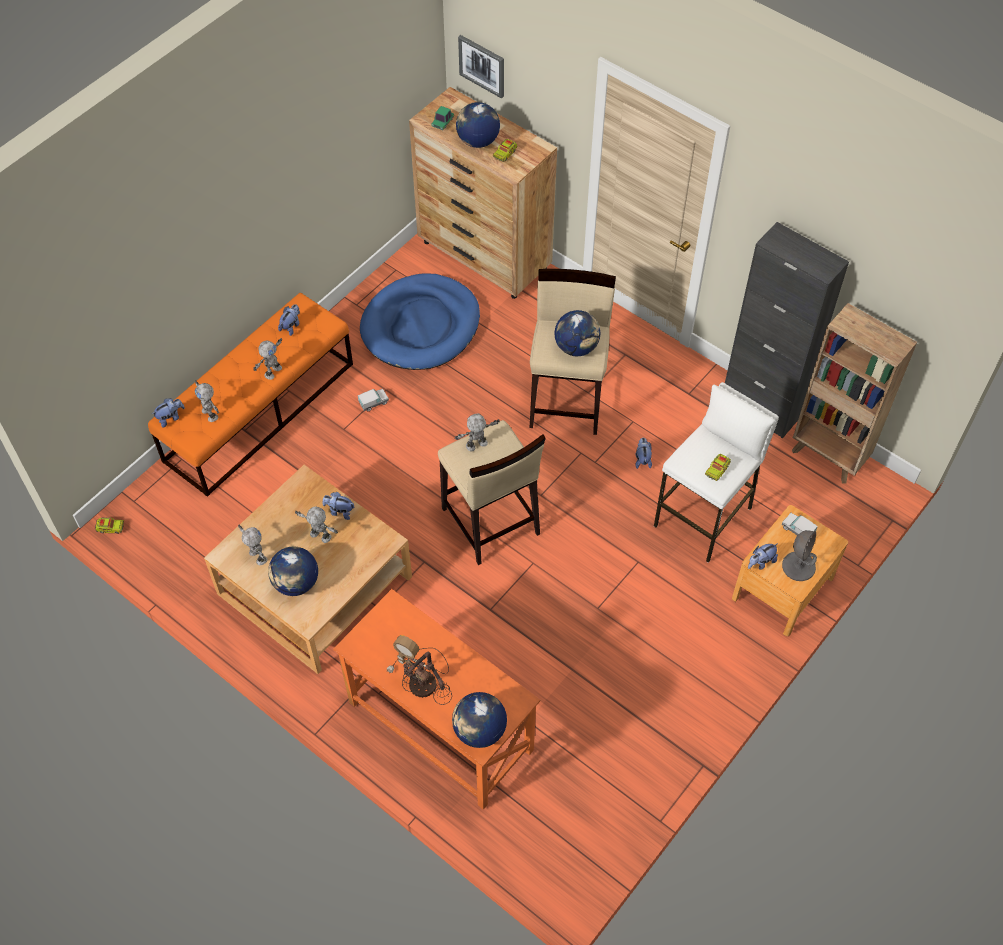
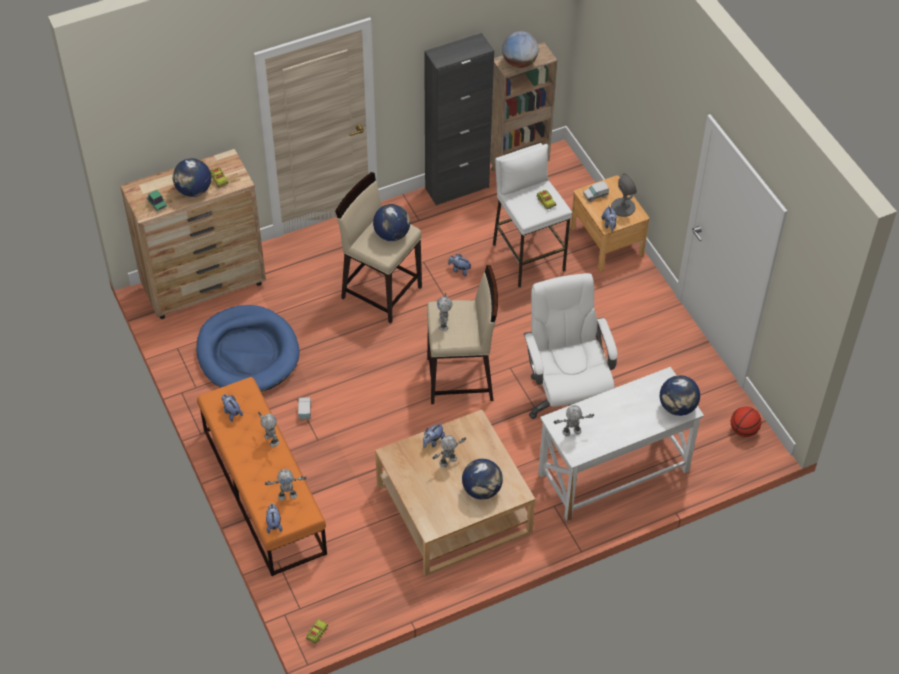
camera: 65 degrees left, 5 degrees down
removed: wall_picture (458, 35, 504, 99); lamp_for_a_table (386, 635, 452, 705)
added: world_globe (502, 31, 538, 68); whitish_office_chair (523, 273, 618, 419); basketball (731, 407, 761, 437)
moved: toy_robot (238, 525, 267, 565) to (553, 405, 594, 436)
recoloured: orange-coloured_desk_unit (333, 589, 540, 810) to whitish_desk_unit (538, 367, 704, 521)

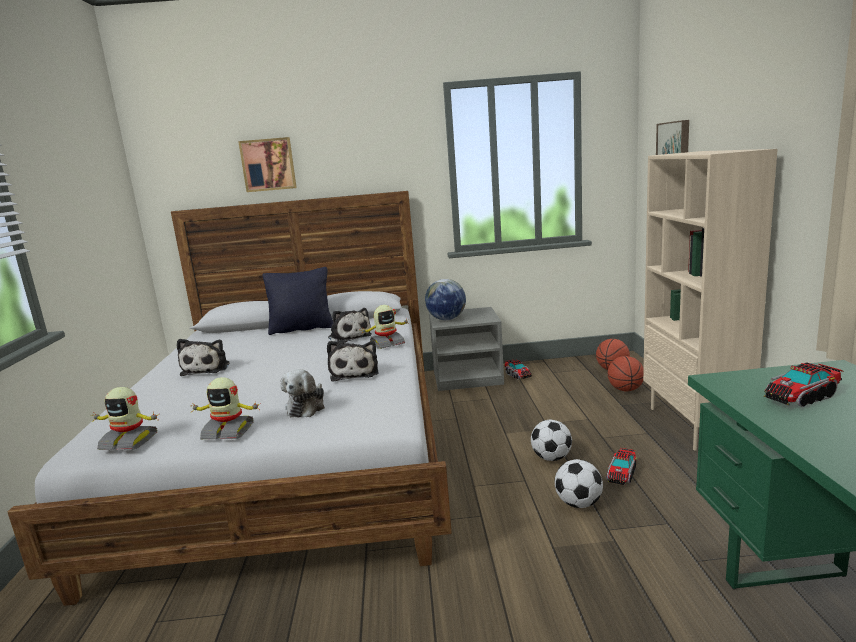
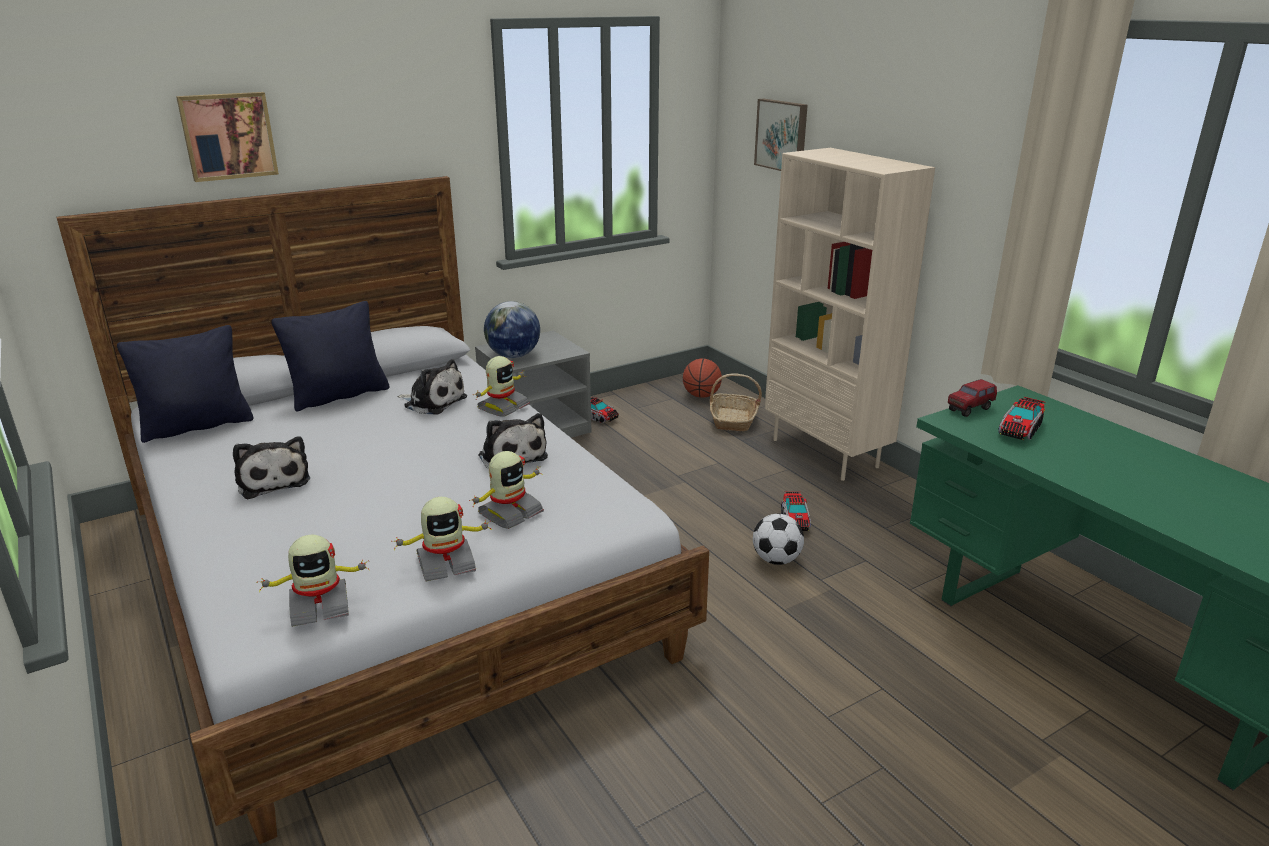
camera: 30 degrees left, 10 degrees up
removed: football (531, 420, 572, 461)
added: black_pillow (117, 325, 254, 443); toy_lorry (948, 379, 997, 417)
replaced: basketball (608, 356, 644, 391) to basket (710, 373, 762, 431); soft_toy (280, 369, 325, 418) to toy_robot (469, 451, 544, 529)

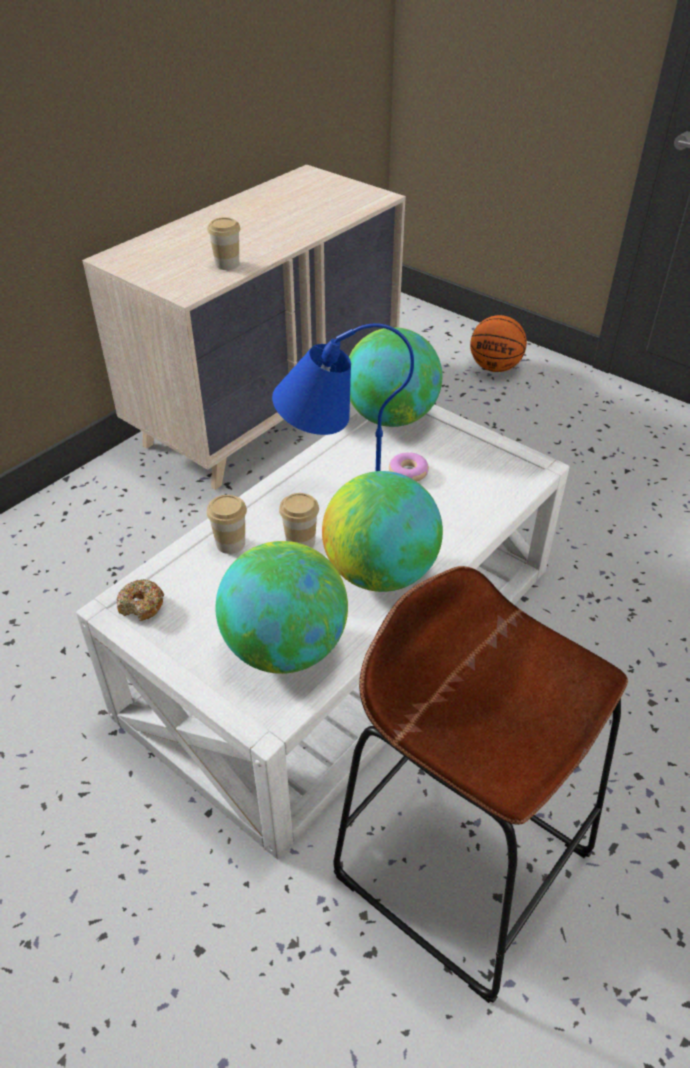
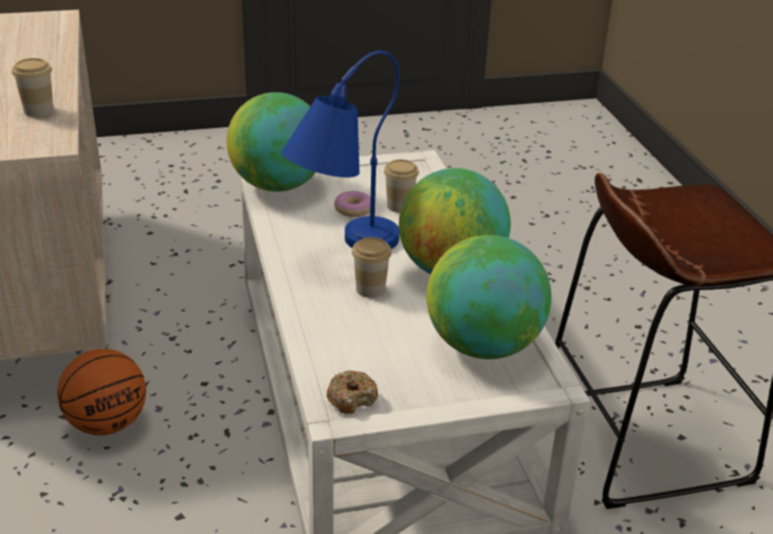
camera: 55 degrees left, 10 degrees down
moved: basketball (470, 315, 527, 372) to (57, 349, 146, 435); cup (206, 495, 247, 554) to (384, 159, 419, 213)

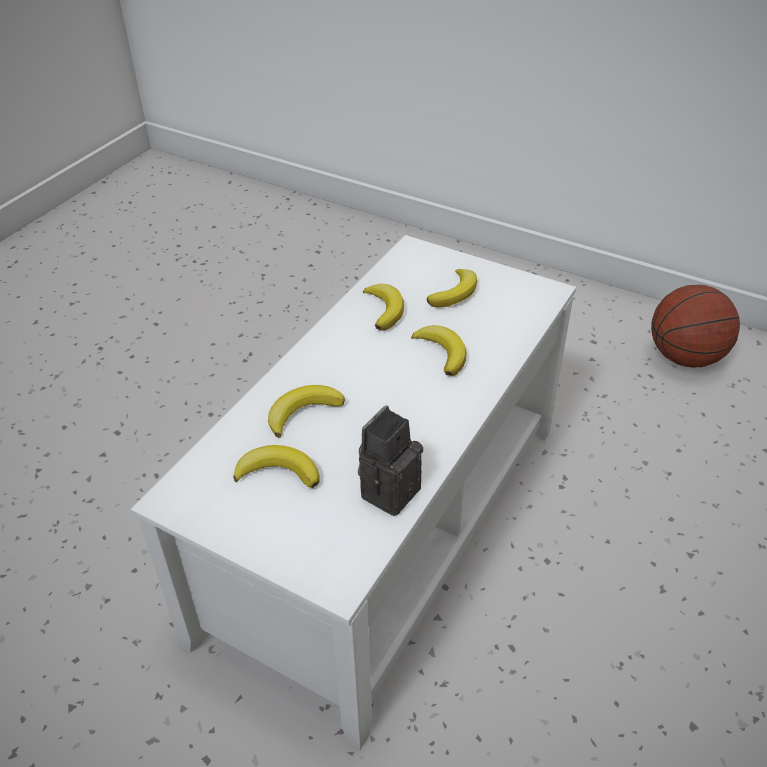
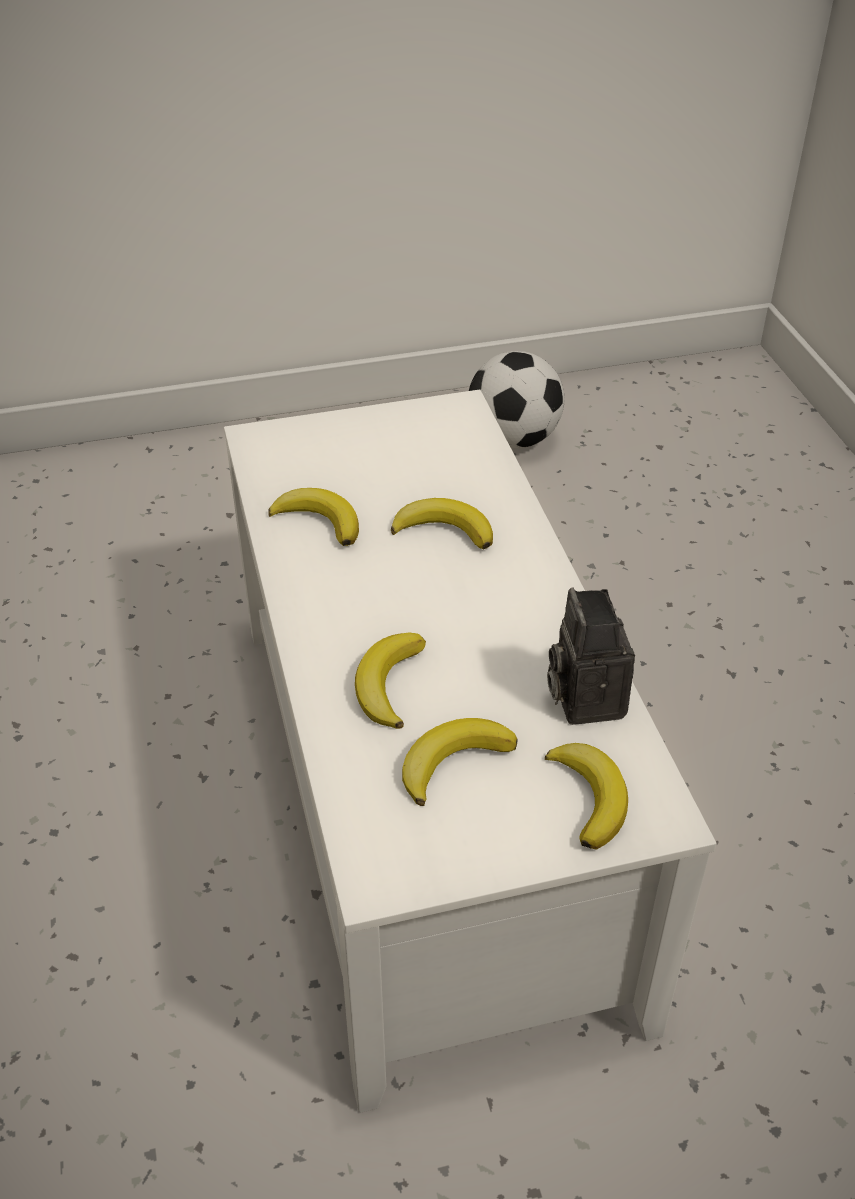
camera: 45 degrees left, 0 degrees up
moved: banana_fruit (427, 269, 477, 308) to (545, 743, 628, 850)
replaced: basketball (651, 285, 740, 368) to football (469, 351, 564, 449)

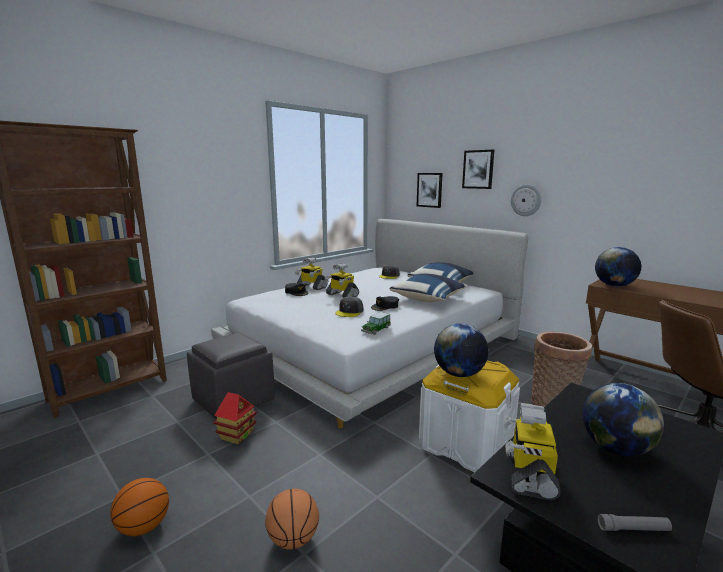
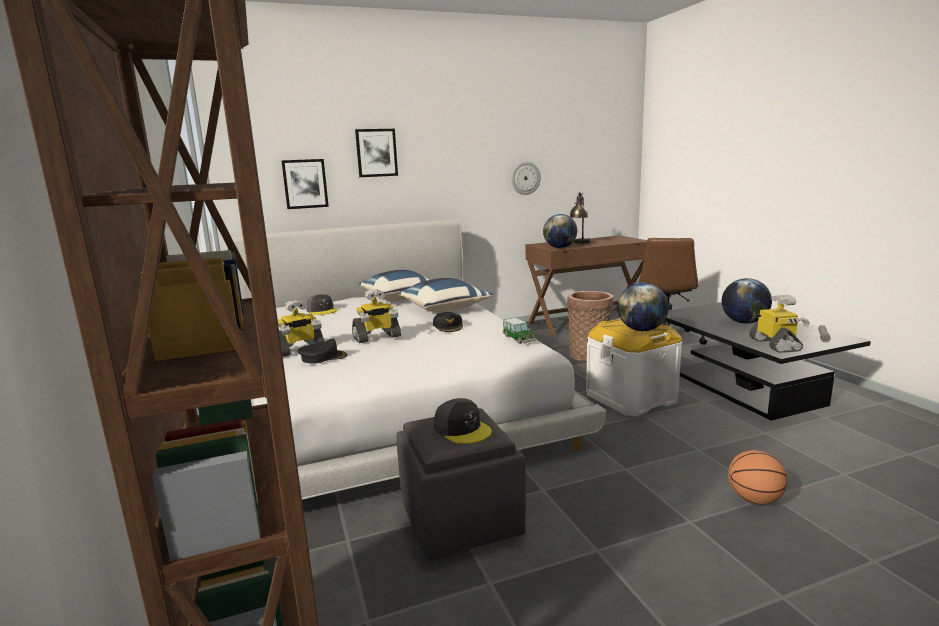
camera: 65 degrees left, 0 degrees up
removed: model_house (213, 392, 257, 444); basketball (110, 478, 169, 536)
added: lamp_for_a_table (570, 192, 591, 244)
moved: clock_on_the_wall (511, 184, 542, 216) to (511, 162, 541, 195); greyish_peaked_cap (336, 297, 363, 317) to (434, 398, 492, 444)
turned: toy_robot (504, 403, 561, 500) = (749, 295, 810, 353) 135 degrees counterclockwise

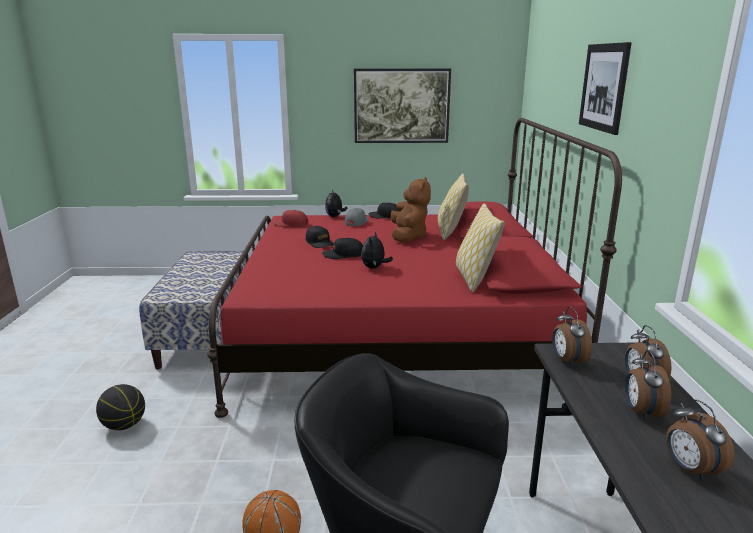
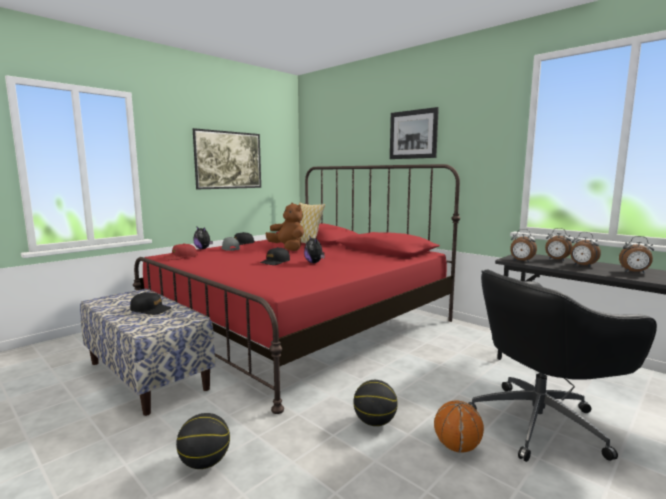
camera: 45 degrees left, 10 degrees down
removed: pillow (456, 203, 505, 292)
added: basketball (354, 380, 398, 426)
moved: black_peaked_cap (306, 226, 334, 248) to (130, 292, 172, 315)

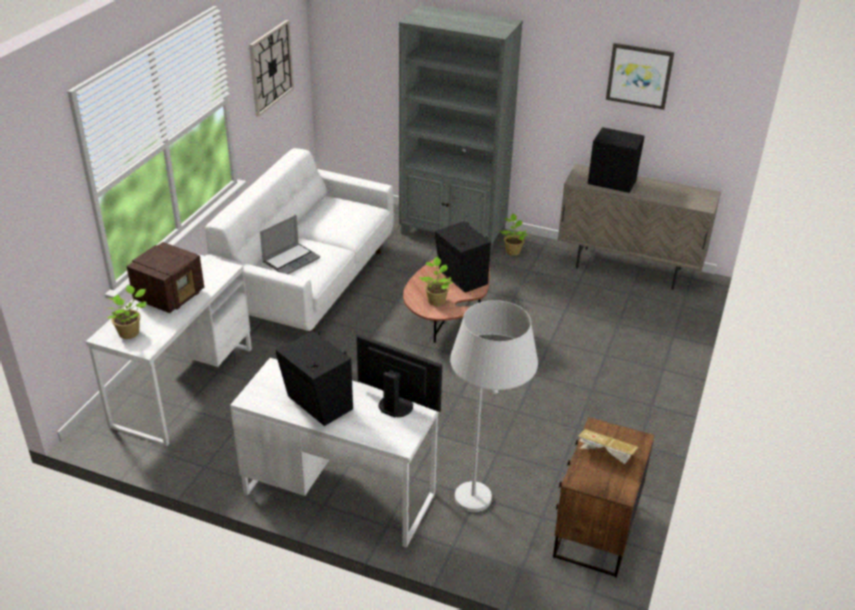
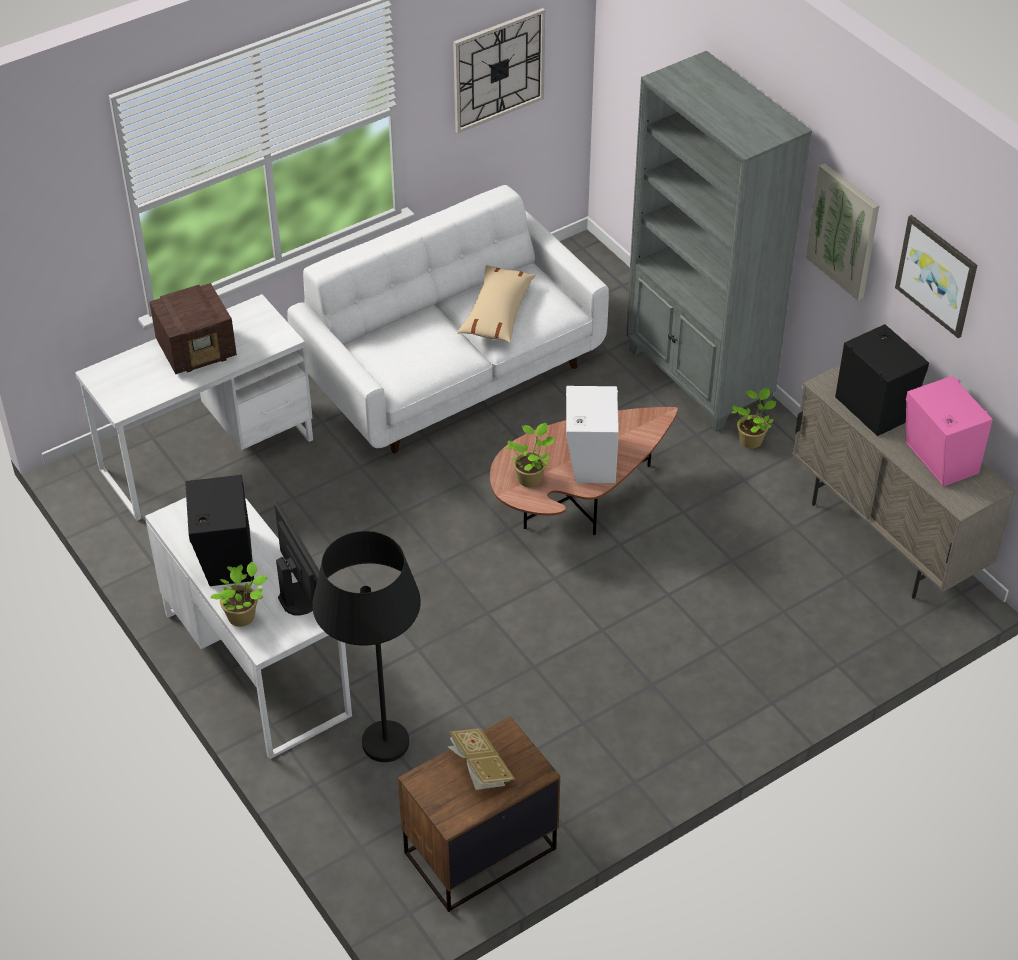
camera: 35 degrees right, 10 degrees up
removed: portable_computer (260, 215, 320, 274)
added: wall_picture (806, 163, 880, 300); sand-coloured_pillow (457, 265, 536, 342); pinkish_speaker (905, 376, 993, 487)
moved: houseplant (108, 285, 147, 339) to (210, 562, 268, 627)
recoloured: black_speaker (435, 221, 491, 293) to whitish_speaker (566, 386, 619, 483); whitish_floor_lamp (450, 300, 538, 512) to black_floor_lamp (312, 531, 421, 762)

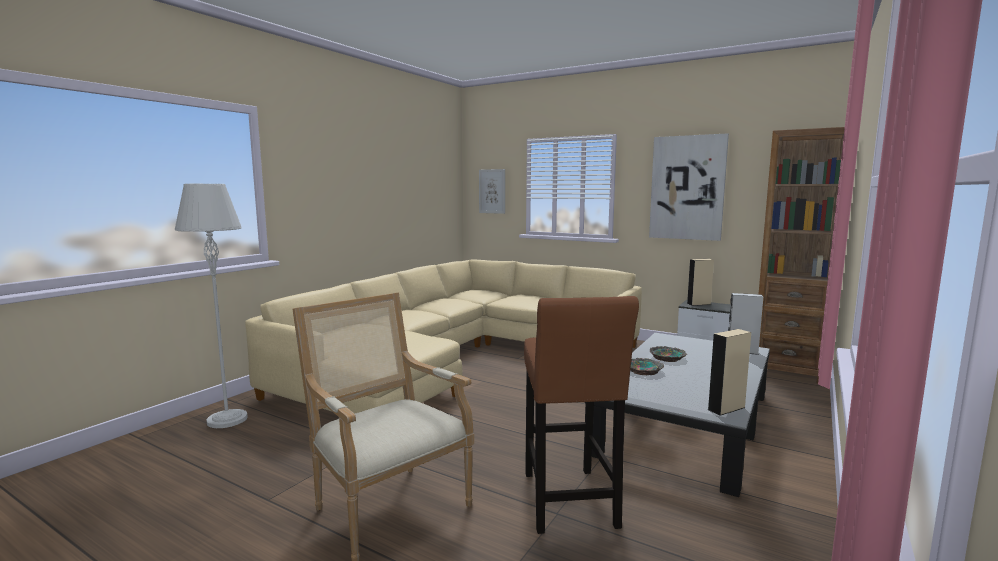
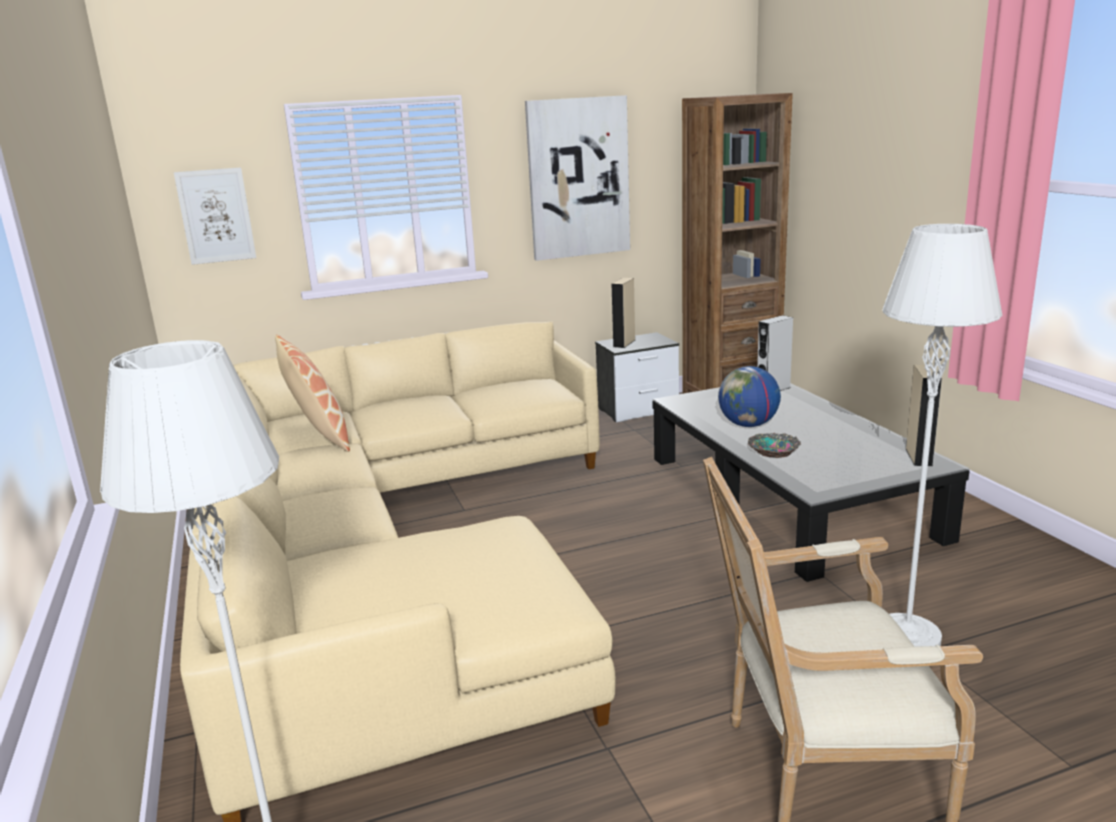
camera: 50 degrees left, 10 degrees up
added: pillow (275, 335, 350, 452)
replaced: brownish_stool_seat (524, 296, 639, 534) to greyish_floor_lamp (882, 224, 1003, 647); deep_dish (649, 346, 687, 362) to world_globe (718, 366, 781, 427)

